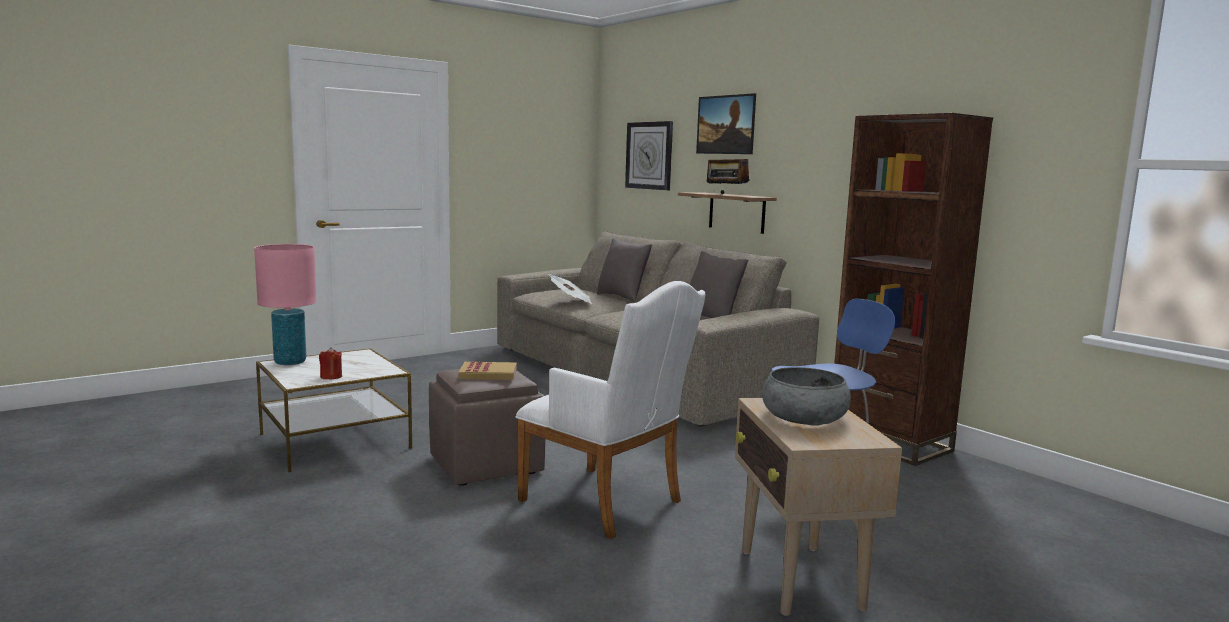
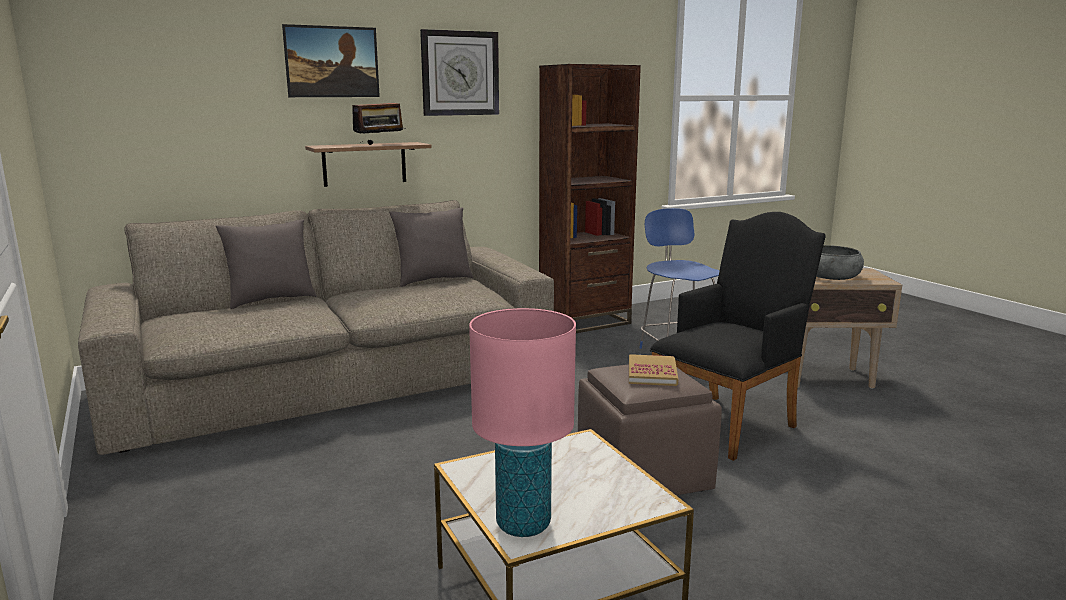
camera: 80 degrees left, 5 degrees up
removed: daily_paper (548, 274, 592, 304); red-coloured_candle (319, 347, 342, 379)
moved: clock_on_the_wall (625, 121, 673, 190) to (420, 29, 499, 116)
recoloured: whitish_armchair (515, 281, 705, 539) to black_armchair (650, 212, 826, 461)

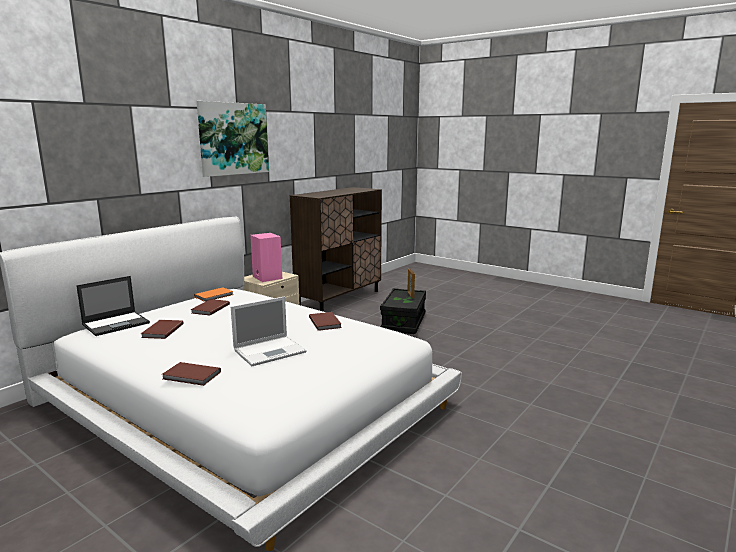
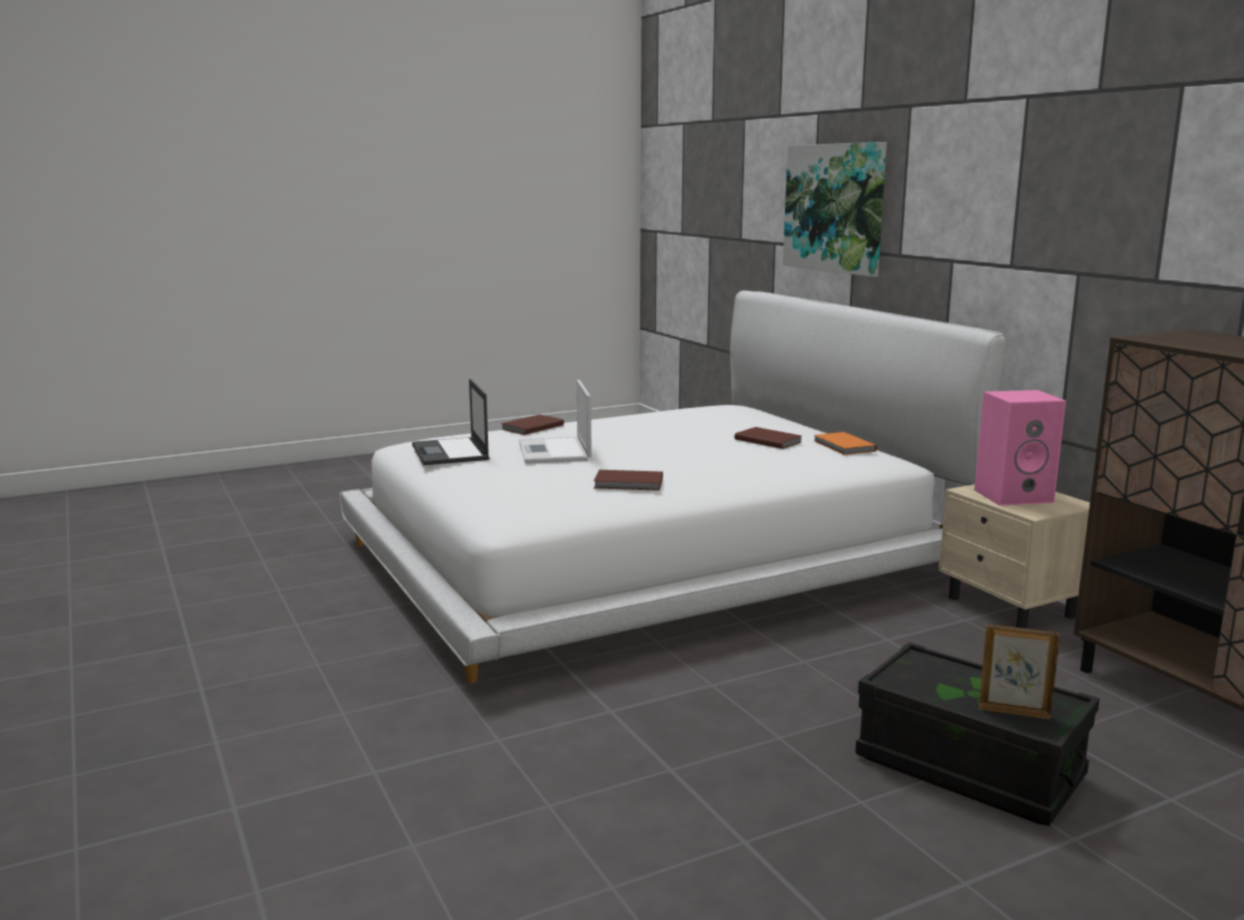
camera: 115 degrees right, 0 degrees up
removed: brownish_book (141, 320, 183, 339)
moved: wall_picture (197, 101, 269, 177) to (783, 142, 887, 277); portable_computer (76, 276, 150, 336) to (412, 379, 489, 465)

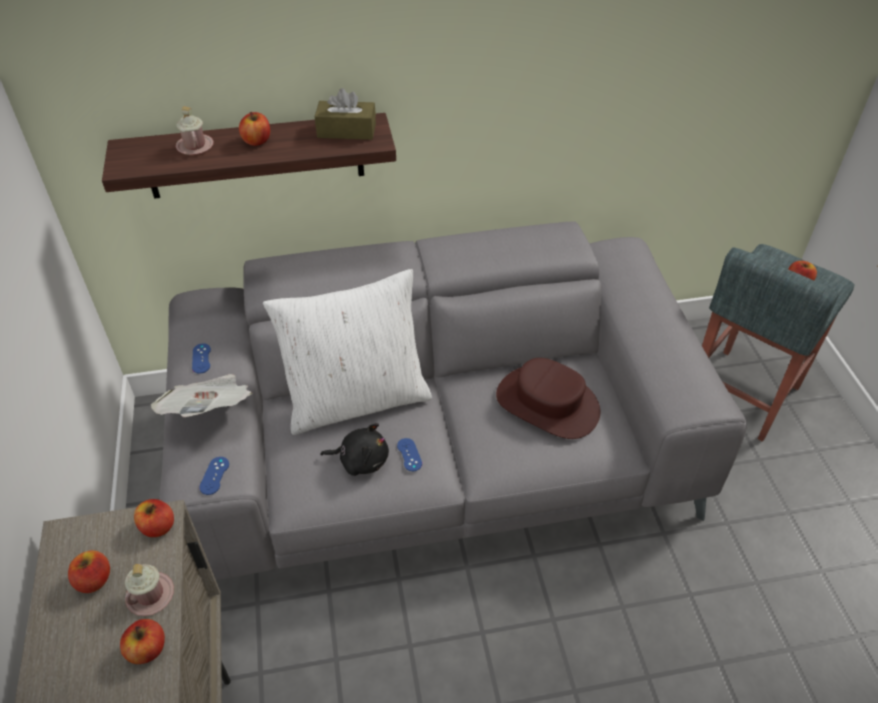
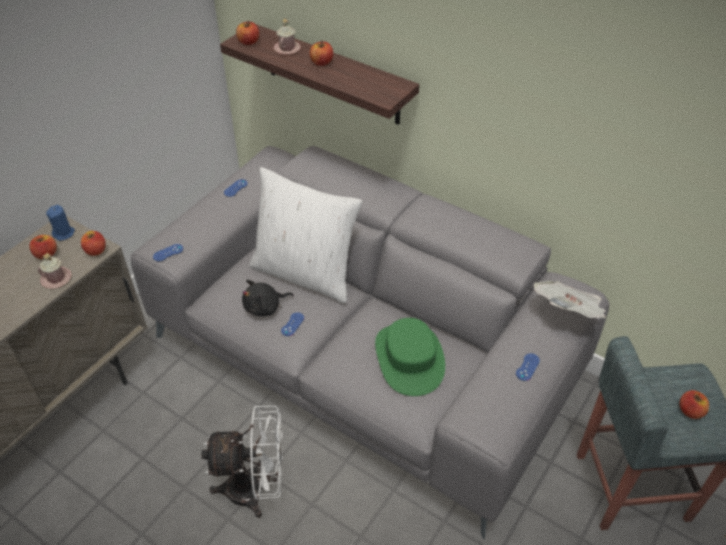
camera: 45 degrees right, 0 degrees up
removed: brownish_tissue_holder (314, 88, 376, 140)
added: blue-coloured_candle (46, 205, 75, 241); blue-coloured_gamepad (516, 353, 540, 381); whitish_electric_fan (201, 405, 283, 518)
moved: daily_paper (151, 374, 253, 417) to (534, 281, 606, 319); whole_apple (120, 619, 165, 664) to (236, 21, 259, 45)
recoloured: brownish_clothing_hat (496, 358, 600, 439) to greenish_clothing_hat (375, 318, 445, 396)
turned: black_soft_toy (320, 423, 389, 476) = (242, 280, 293, 316) 105 degrees clockwise

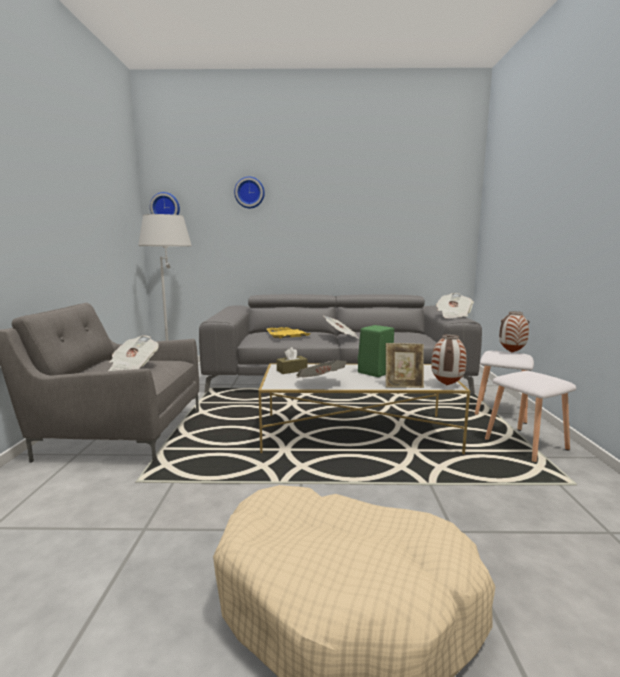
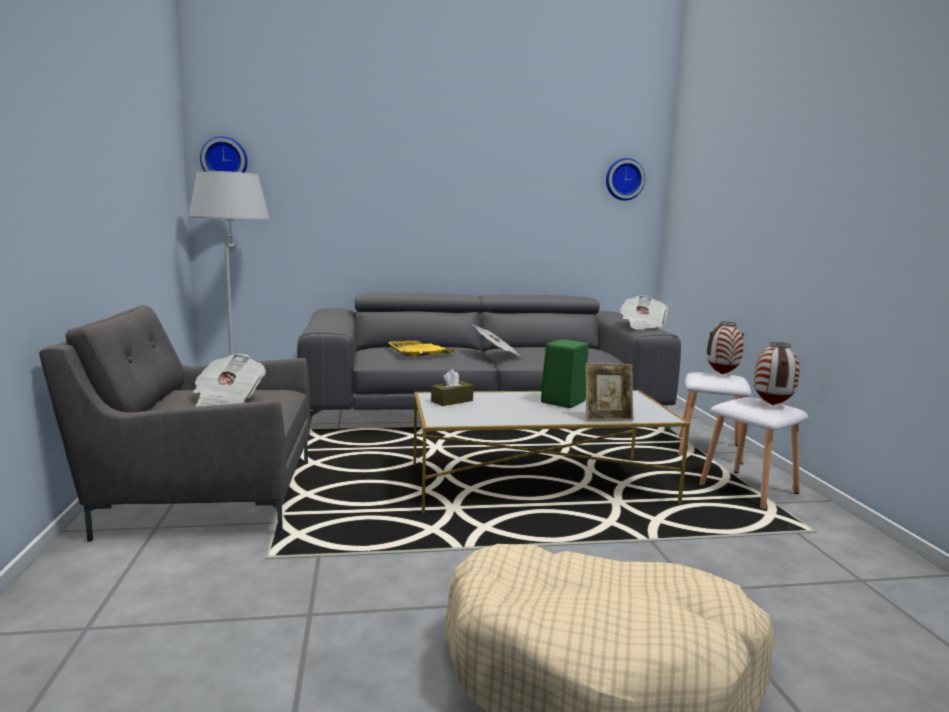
camera: 10 degrees left, 0 degrees up
removed: daily_paper (296, 360, 347, 378)
moved: clock_on_the_wall (234, 177, 265, 208) to (606, 158, 645, 201); decorative_vase (431, 334, 467, 385) to (754, 342, 800, 405)

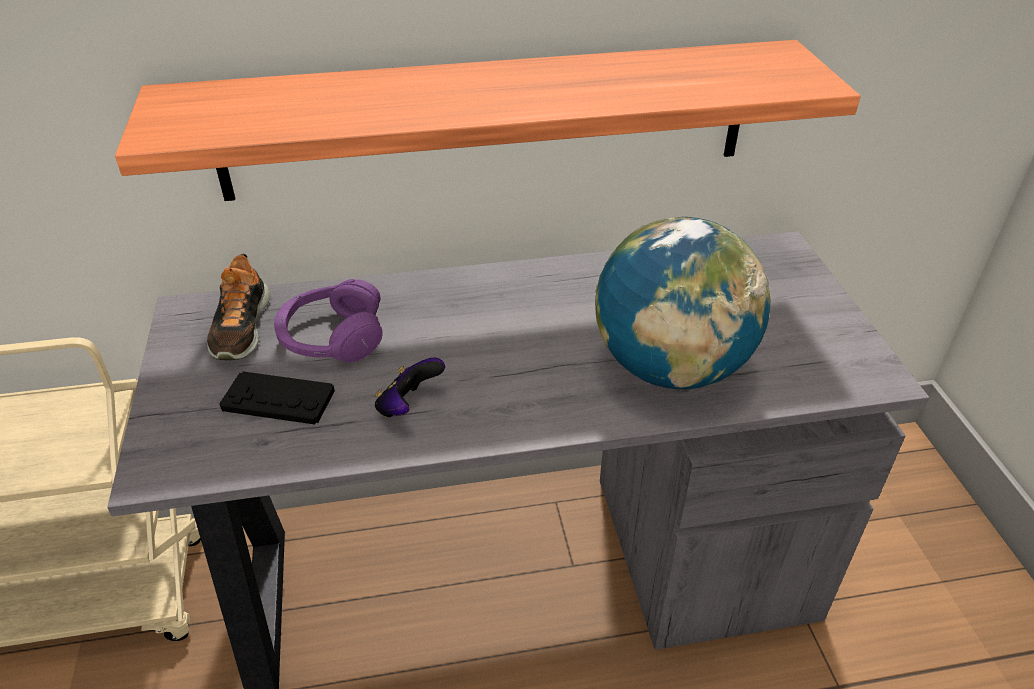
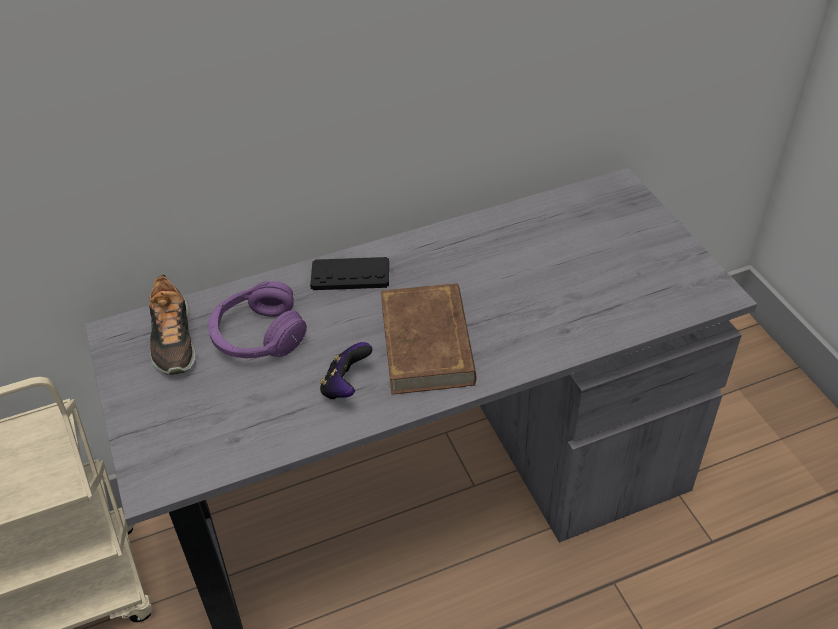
camera: 10 degrees left, 5 degrees up
removed: bracket_shelf (115, 40, 861, 201); world_globe (595, 217, 771, 389)
added: brownish_book (381, 283, 476, 394)
moved: black_gamepad (219, 372, 335, 425) to (310, 257, 389, 290)

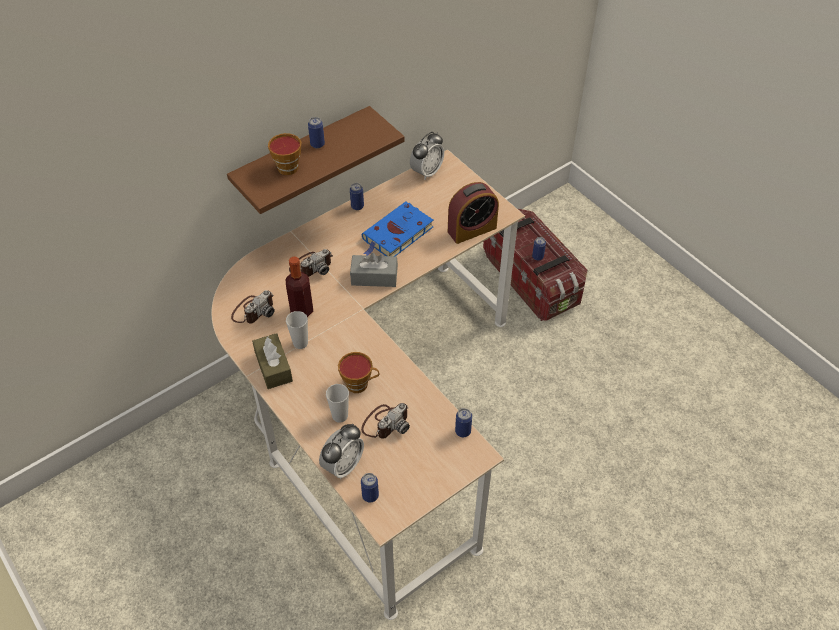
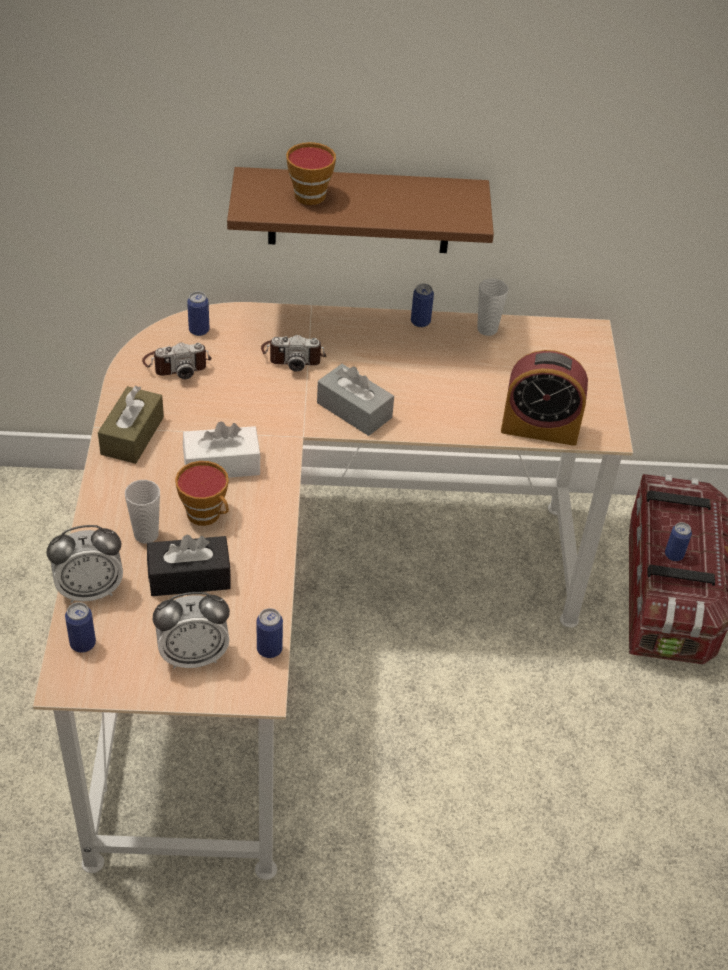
camera: 35 degrees right, 5 degrees down
removed: blue-coloured_book (362, 202, 434, 256); beverage_bottle (286, 256, 313, 317)
added: whitish_tissue_holder (183, 421, 261, 478)
moved: metal_can (308, 117, 325, 149) to (187, 291, 209, 336); table_clock (410, 132, 444, 180) to (153, 592, 230, 669); cup (286, 311, 308, 349) to (477, 279, 509, 336)
replaced: still_camera (361, 403, 410, 439) to black_tissue_holder (147, 535, 231, 596)

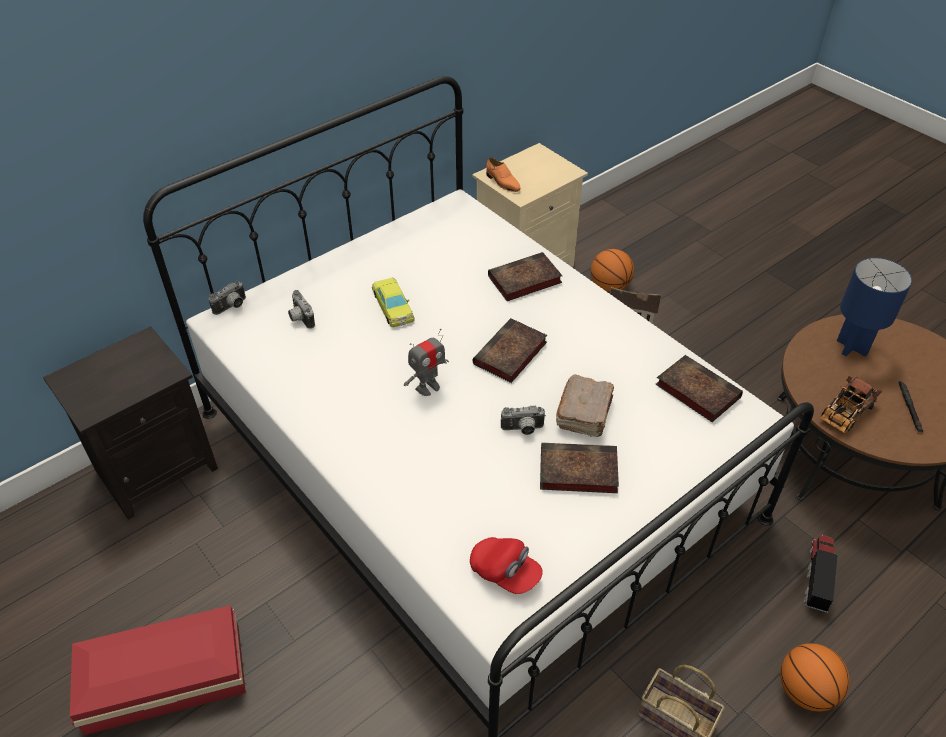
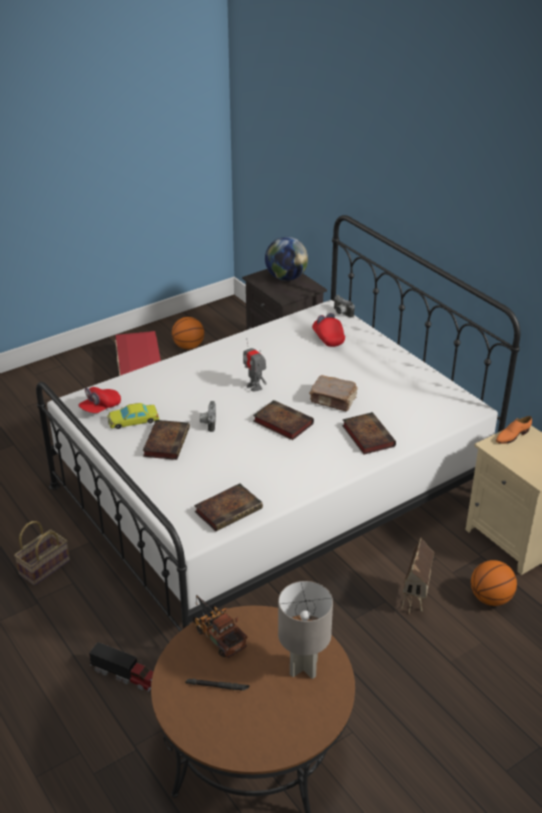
camera: 95 degrees right, 10 degrees down
added: world_globe (265, 237, 308, 281)
moved: yellow_toy_car (372, 278, 415, 327) to (107, 403, 159, 429); brownish_book (556, 374, 614, 437) to (309, 375, 358, 411); basketball (780, 643, 850, 712) to (172, 317, 204, 349)
replaced: still_camera (288, 290, 315, 329) to red-coloured_peaked_cap (312, 313, 345, 347)
recoloured: blue-coloured_lamp_for_a_table (837, 258, 912, 356) to greyish_lamp_for_a_table (278, 581, 333, 679)

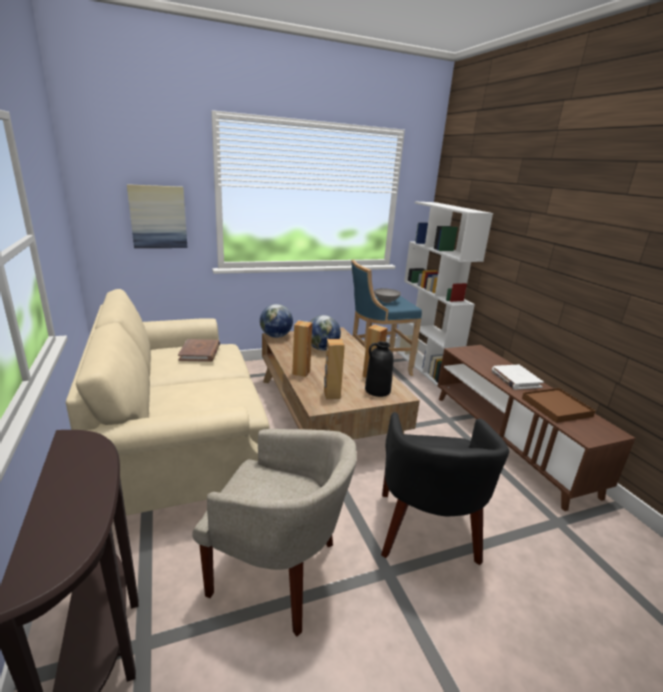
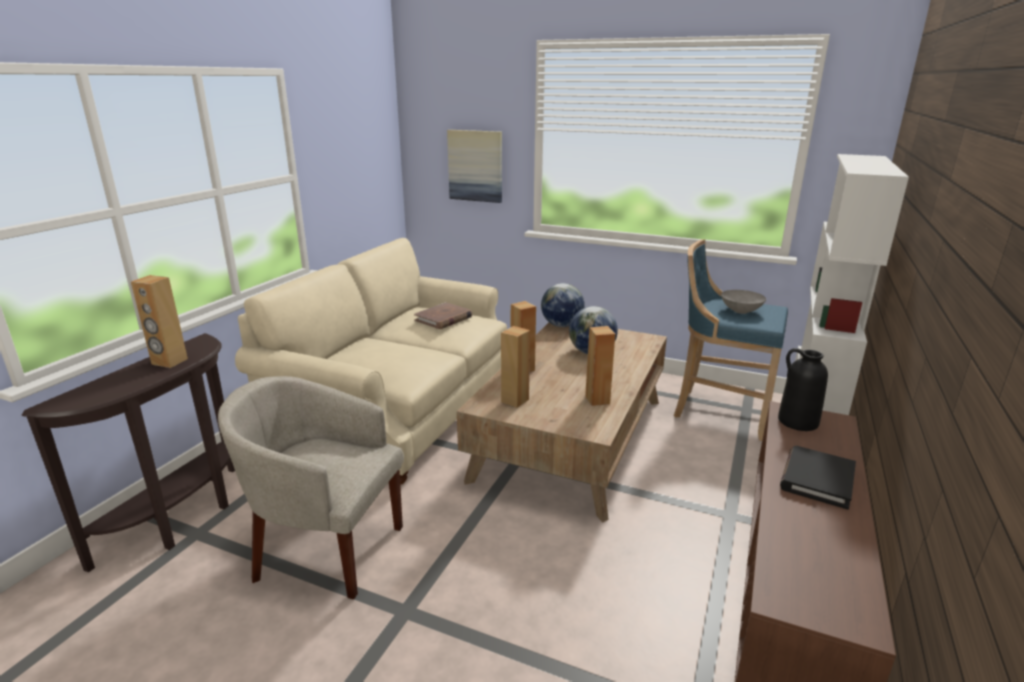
camera: 45 degrees right, 0 degrees up
removed: brownish_tray (522, 388, 596, 423); black_armchair (381, 412, 509, 565)
added: brownish_speaker (131, 275, 188, 368)
moved: black_decorative_vase (365, 341, 394, 397) to (778, 348, 828, 431)
recoloured: whitish_book (492, 365, 544, 390) to black_book (780, 446, 856, 509)
turned: sand-coloured_armchair (192, 429, 357, 637) = (218, 376, 404, 599) 135 degrees clockwise

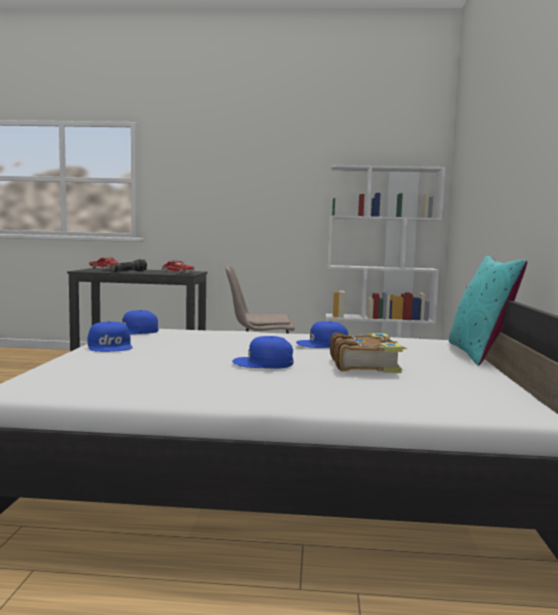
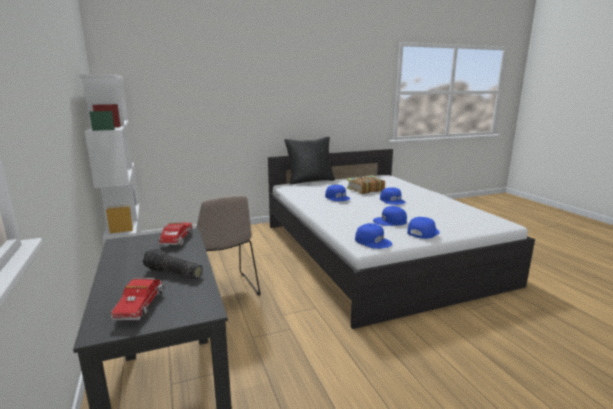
camera: 115 degrees left, 10 degrees up
added: blue-coloured_peaked_cap (373, 206, 407, 226)
recoloured: turquoise-coloured_pillow (449, 256, 527, 366) to black_pillow (285, 137, 335, 184)

